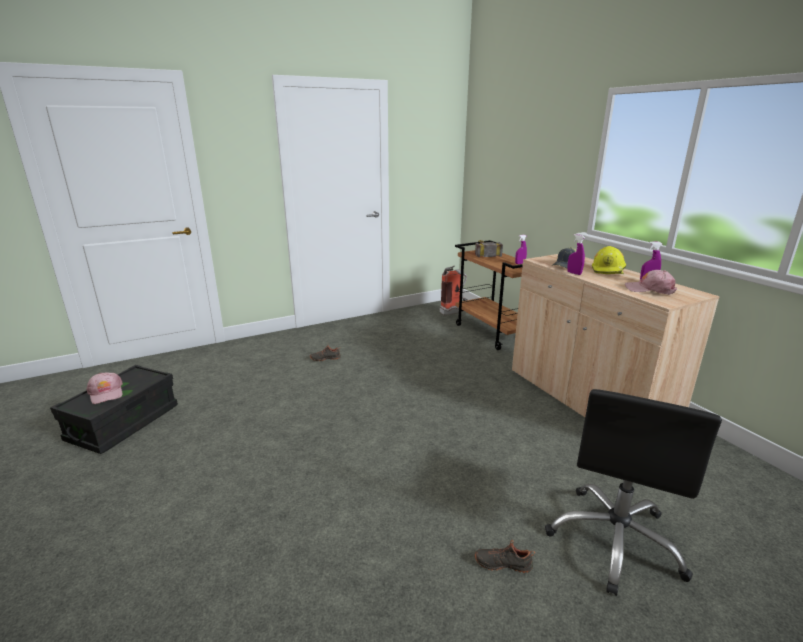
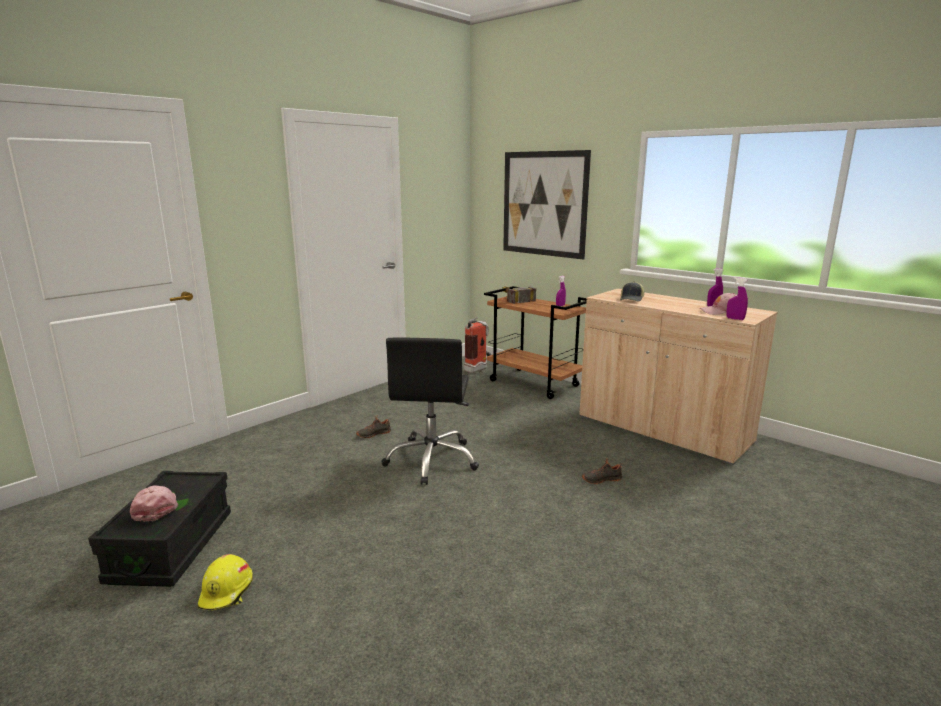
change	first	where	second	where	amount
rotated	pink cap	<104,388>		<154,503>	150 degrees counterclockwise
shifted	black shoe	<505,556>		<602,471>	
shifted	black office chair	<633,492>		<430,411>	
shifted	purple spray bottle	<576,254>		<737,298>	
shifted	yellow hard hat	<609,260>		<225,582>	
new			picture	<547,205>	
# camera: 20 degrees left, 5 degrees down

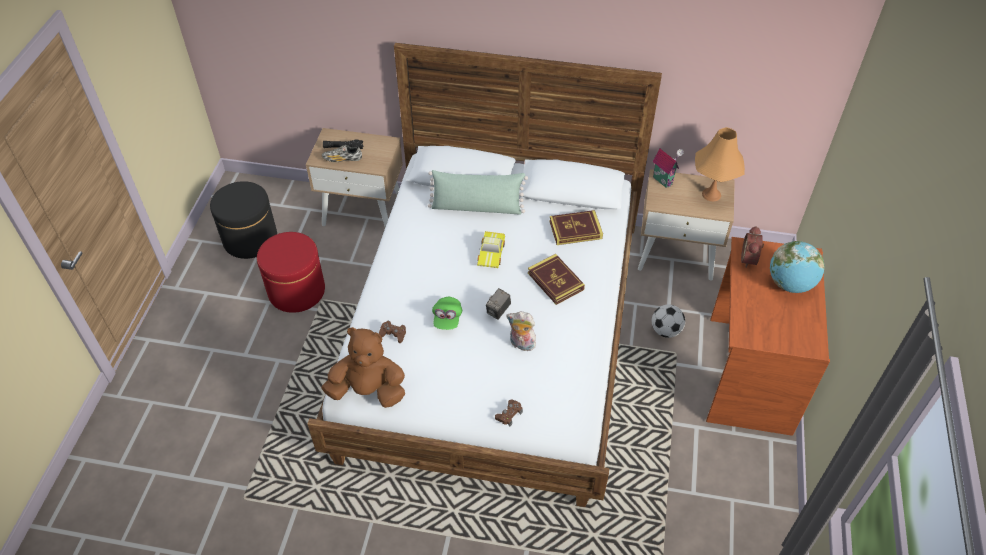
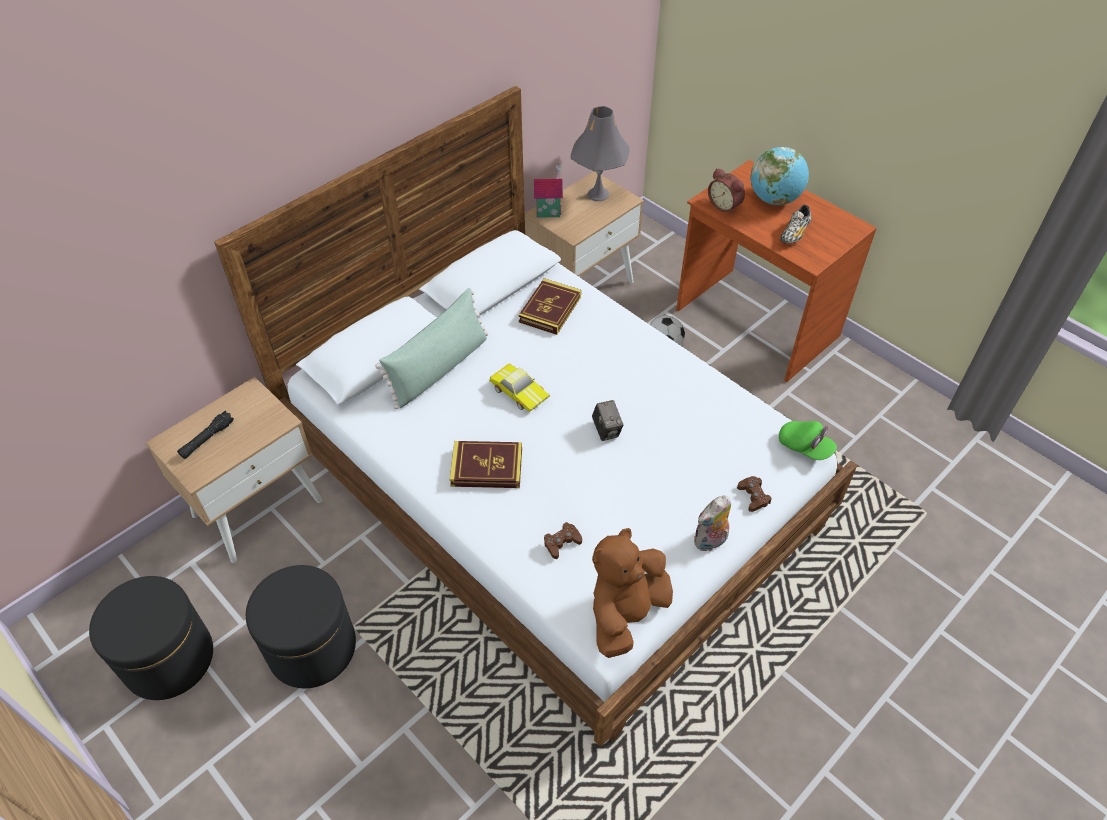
change	first	where	second	where	amount
repainted	red ottoman	<291,272>	black ottoman	<301,626>	
shifted	shoe	<342,153>		<795,224>	
shifted	green cap	<447,313>		<808,440>	
shifted	plush toy	<521,331>		<712,523>	
shifted	book	<556,279>		<486,464>	
repainted	orange table lamp	<720,164>	grey table lamp	<600,153>	
# camera: 55 degrees left, 0 degrees up

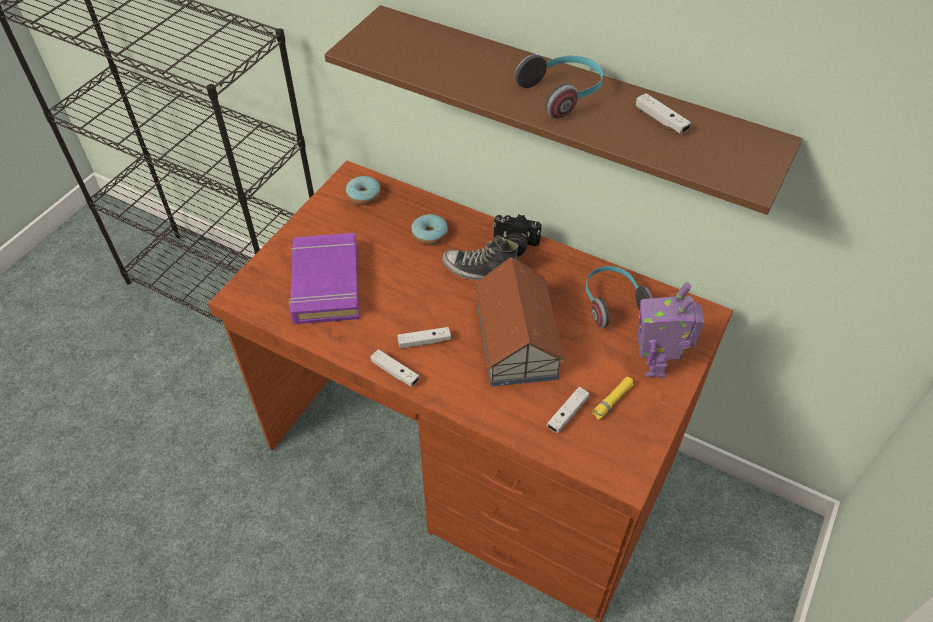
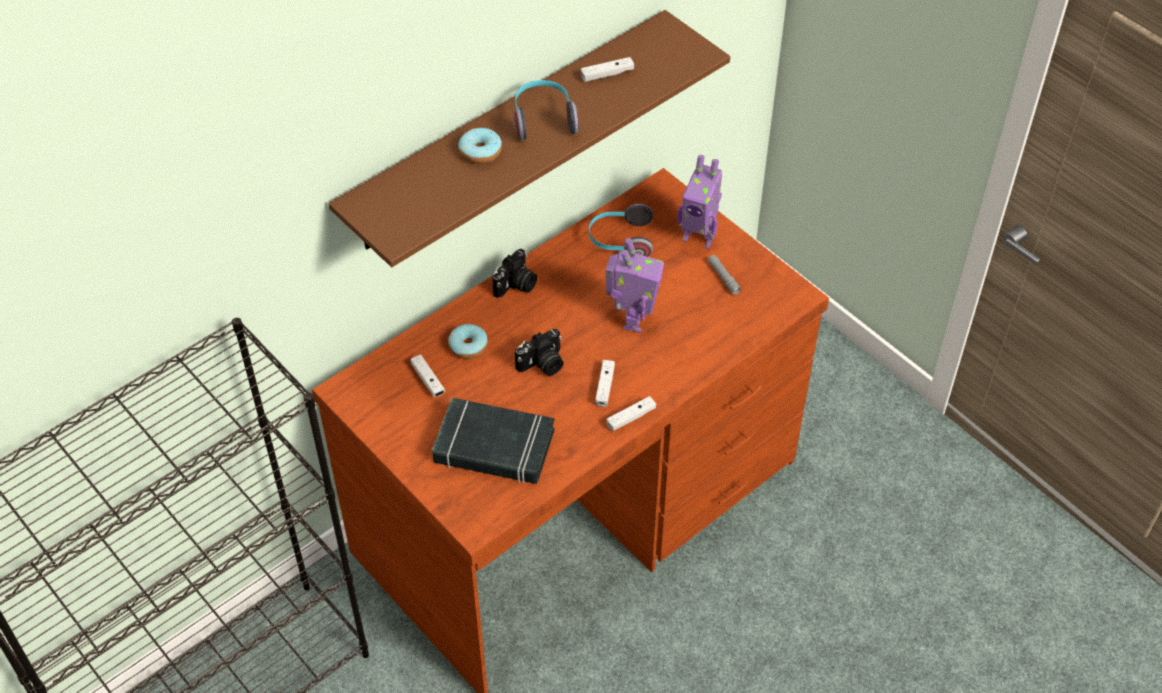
change	first	where	second	where	amount
repainted	purple book	<324,278>	black book	<493,441>	
shifted	donut	<363,190>		<480,146>	
gone	shoe	<481,257>			
swapped	toy house	<519,322>	toy robot	<635,285>	
shifted	white game controller	<568,410>		<427,375>	
repainted	yellow flashlight	<613,398>	grey flashlight	<724,274>	
new			photo camera	<539,352>	
# camera: 70 degrees left, 0 degrees up

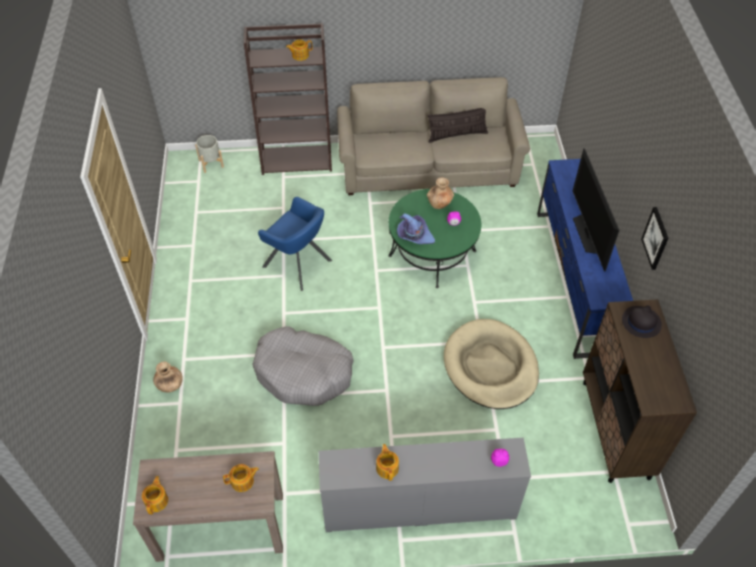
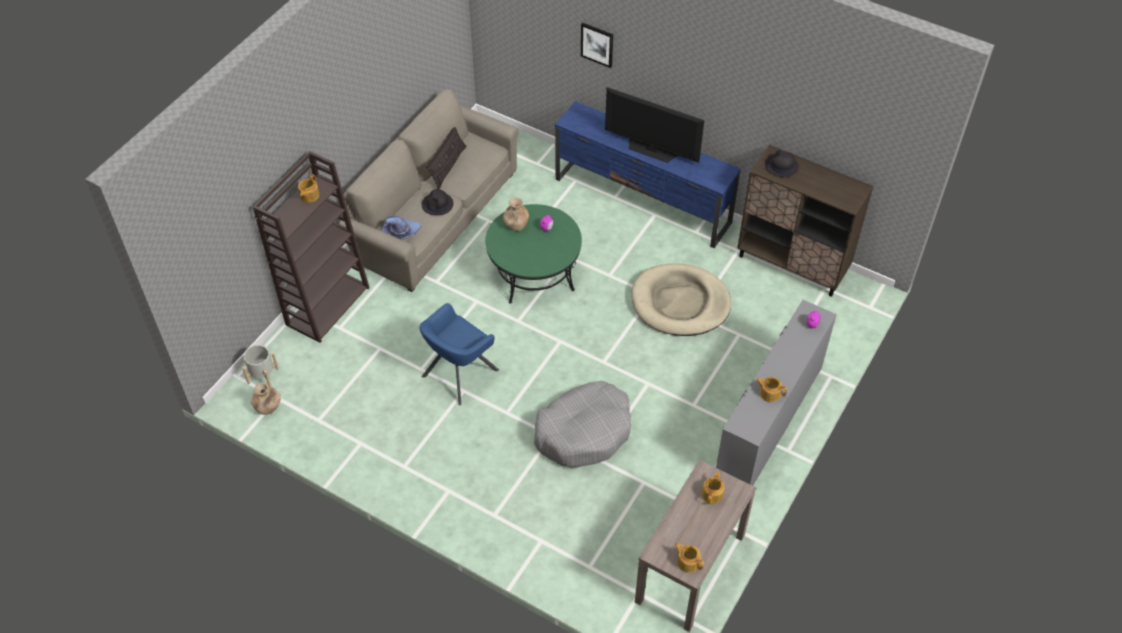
change	first	where	second	where	amount
shifted	brown vase	<168,377>		<266,398>	
rotated	blue armchair	<295,244>		<459,354>	150 degrees clockwise
shifted	purple hat	<416,228>		<401,227>	
shifted	picture	<654,238>		<597,45>	
new			black hat	<438,202>	
# camera: 55 degrees left, 0 degrees up

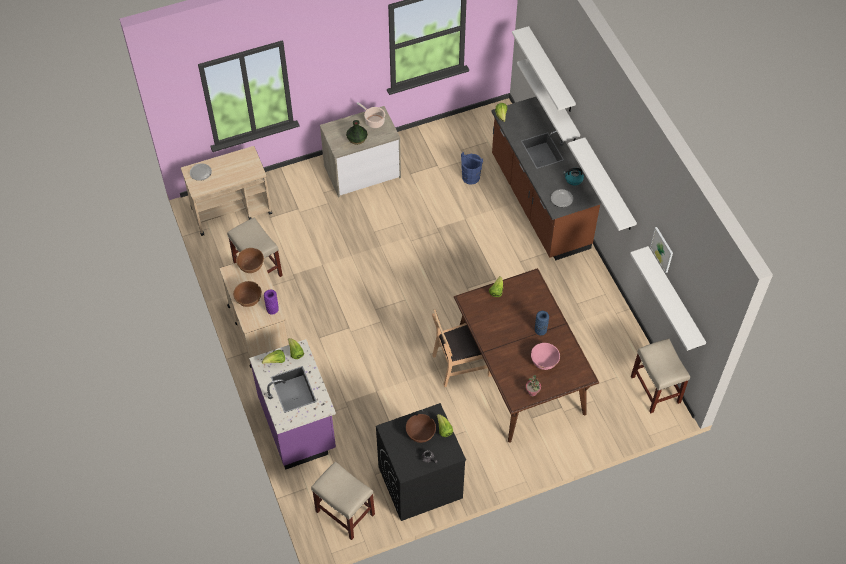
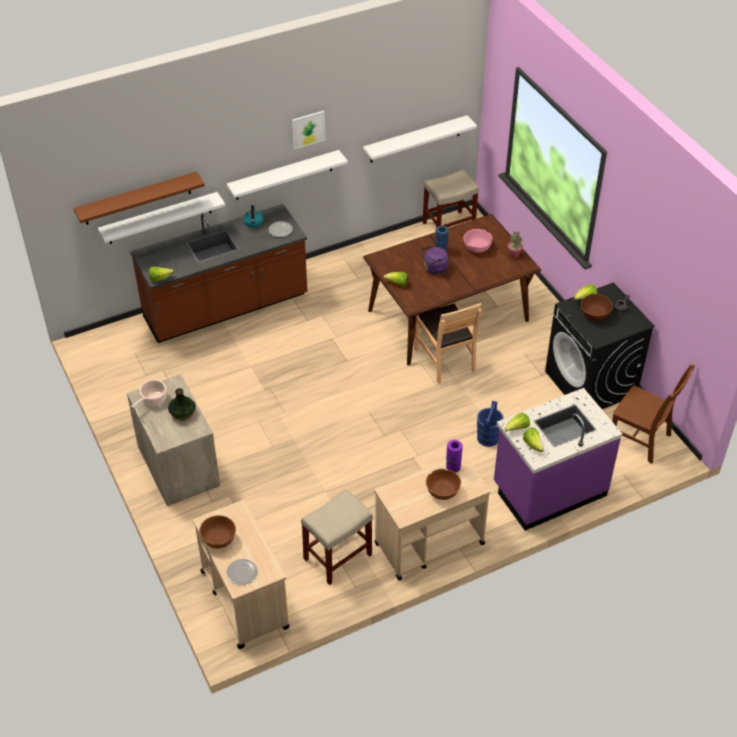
change	first	where	second	where	amount
shifted	brown bowl	<250,260>		<217,532>	
swapped	beige stool	<343,500>	brown chair	<653,414>	
shifted	blue bucket	<472,168>		<490,423>	
repainted	white shelf	<544,69>	brown shelf	<139,198>	
shifted	picture	<661,250>		<309,130>	
new			purple kettle	<434,260>	
# camera: 95 degrees left, 10 degrees down

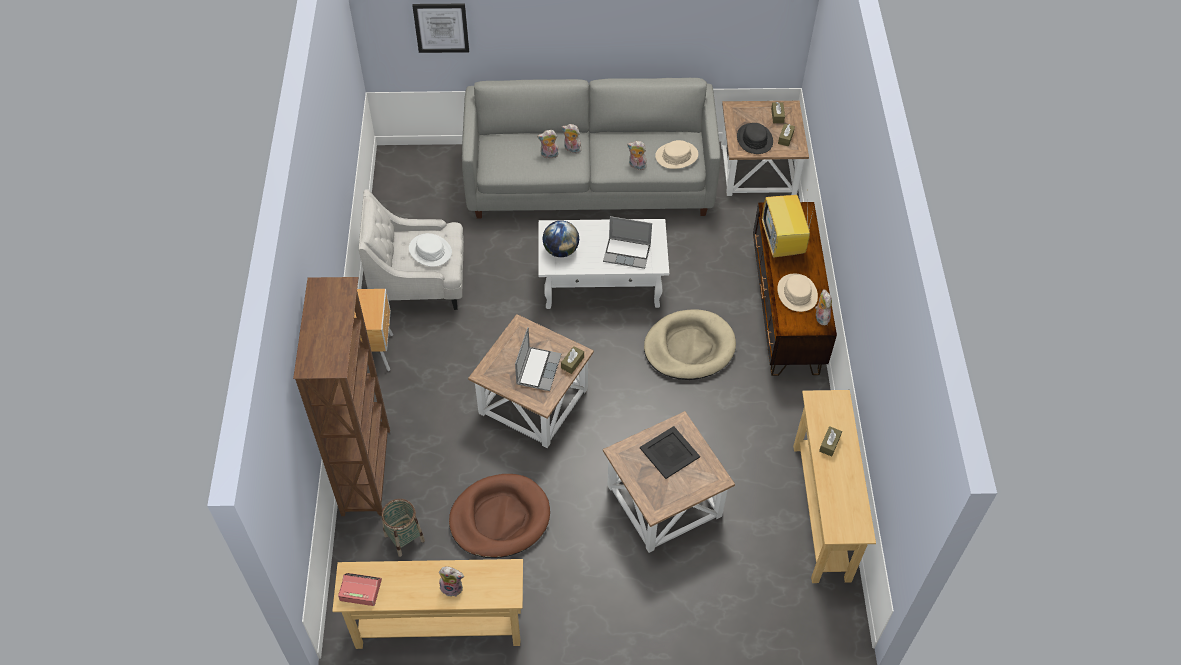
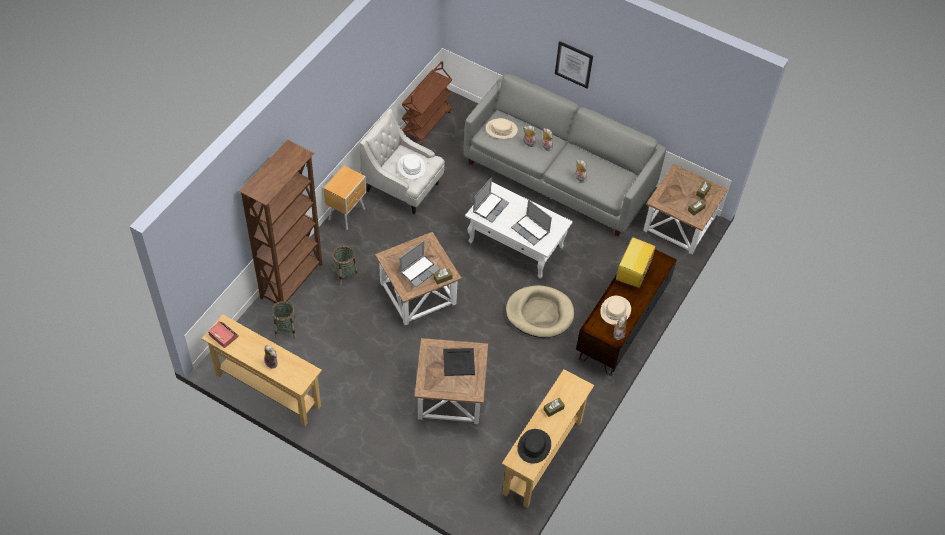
change	first	where	second	where	amount
shifted	picture	<440,28>		<574,64>	
gone	brown dog bed	<499,516>			
swapped	globe	<561,238>	laptop	<491,200>	
shifted	beige hat	<676,154>		<502,128>	
shifted	black hat	<755,138>		<534,446>	
new			basket	<345,265>	
new			brown cart	<426,103>	
# camera: 30 degrees right, 0 degrees up

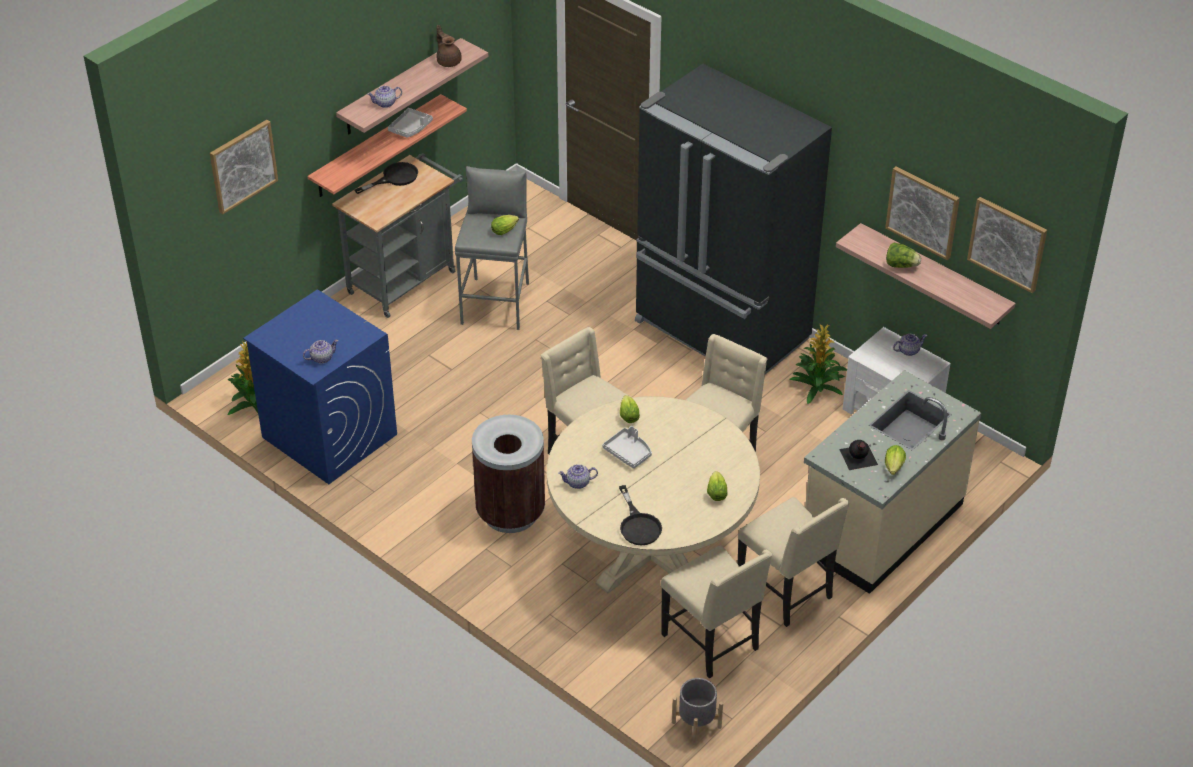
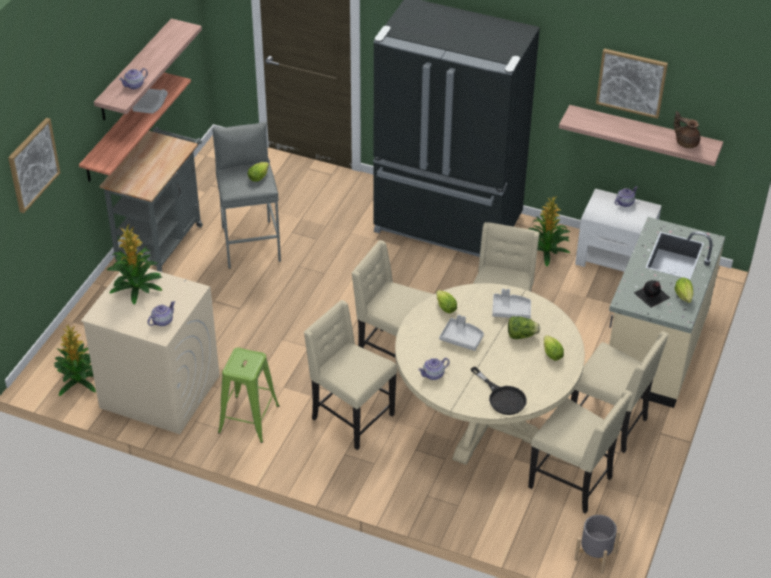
change	first	where	second	where	amount
repainted	blue washing machine	<320,386>	beige washing machine	<150,350>	
gone	black frying pan	<386,178>			
shifted	brown teapot	<449,46>		<687,129>	
swapped	brown trash can	<508,474>	beige chair	<350,375>	
shifted	lettuce	<903,255>		<524,328>	
gone	picture	<1007,245>			
new			potted plant	<134,263>	
new			green stool	<249,395>	
new			grey tray	<511,304>	
# camera: 20 degrees left, 0 degrees up

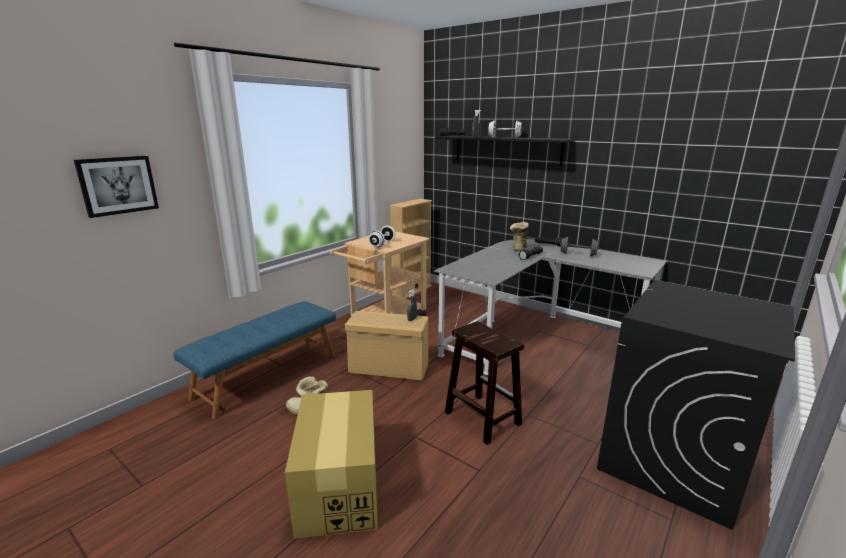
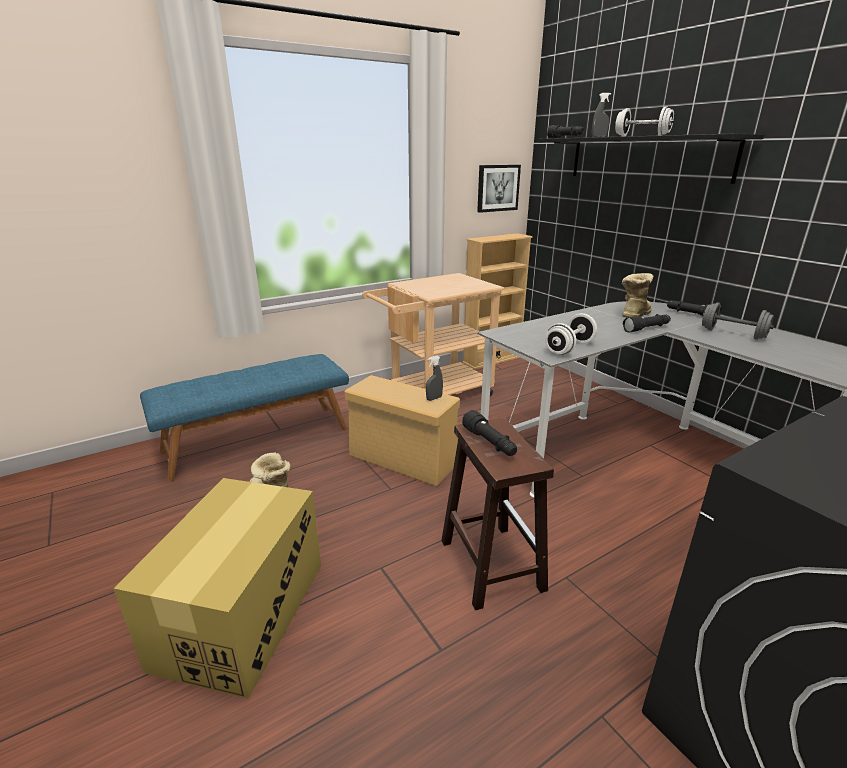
change	first	where	second	where	amount
shifted	picture	<116,187>		<499,189>	
shifted	white dumbbell	<381,236>		<571,334>	
new			black flashlight	<489,433>	
# camera: 20 degrees right, 5 degrees up

